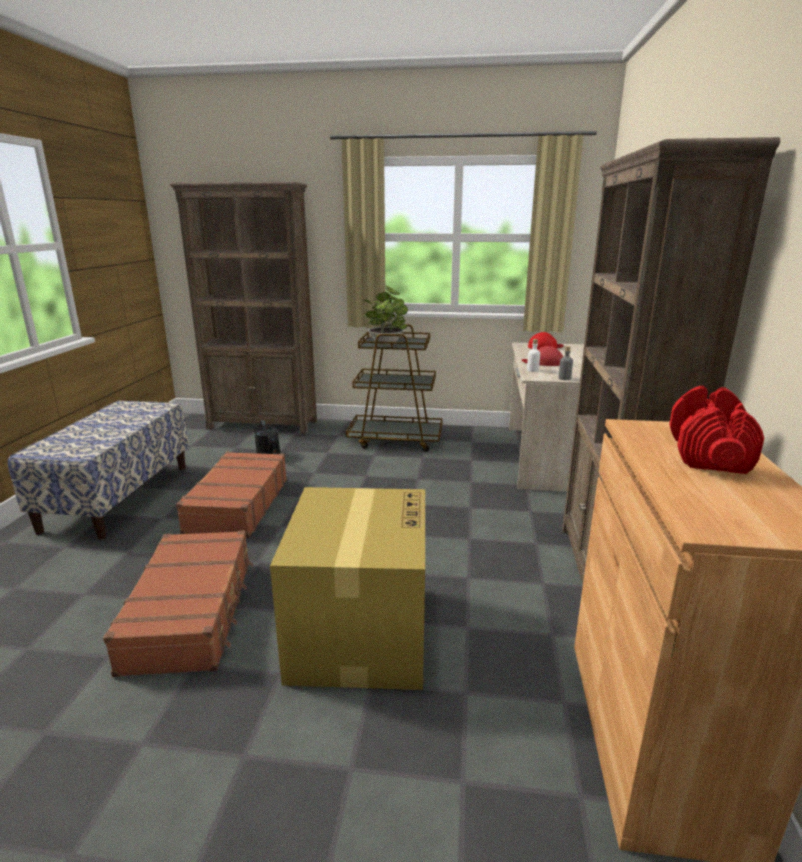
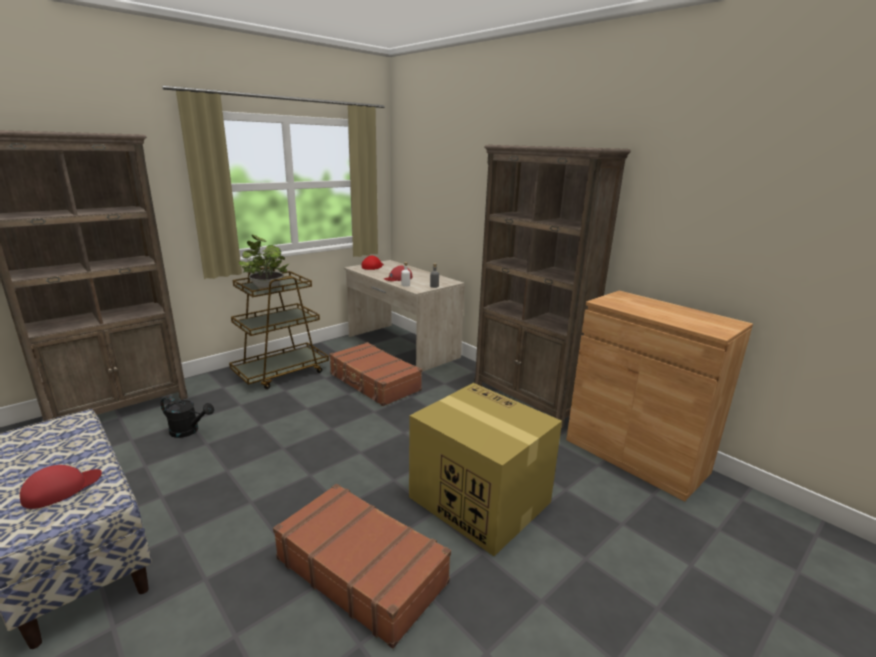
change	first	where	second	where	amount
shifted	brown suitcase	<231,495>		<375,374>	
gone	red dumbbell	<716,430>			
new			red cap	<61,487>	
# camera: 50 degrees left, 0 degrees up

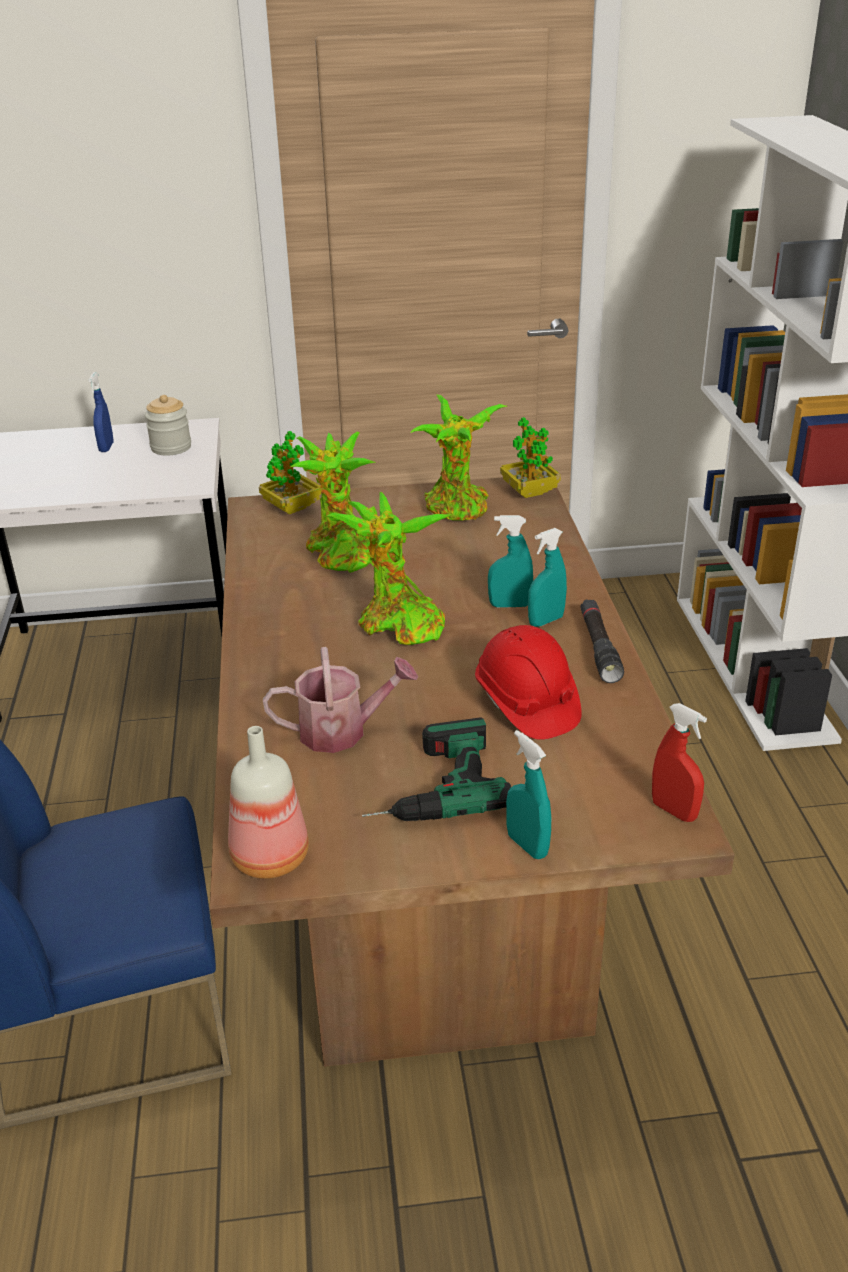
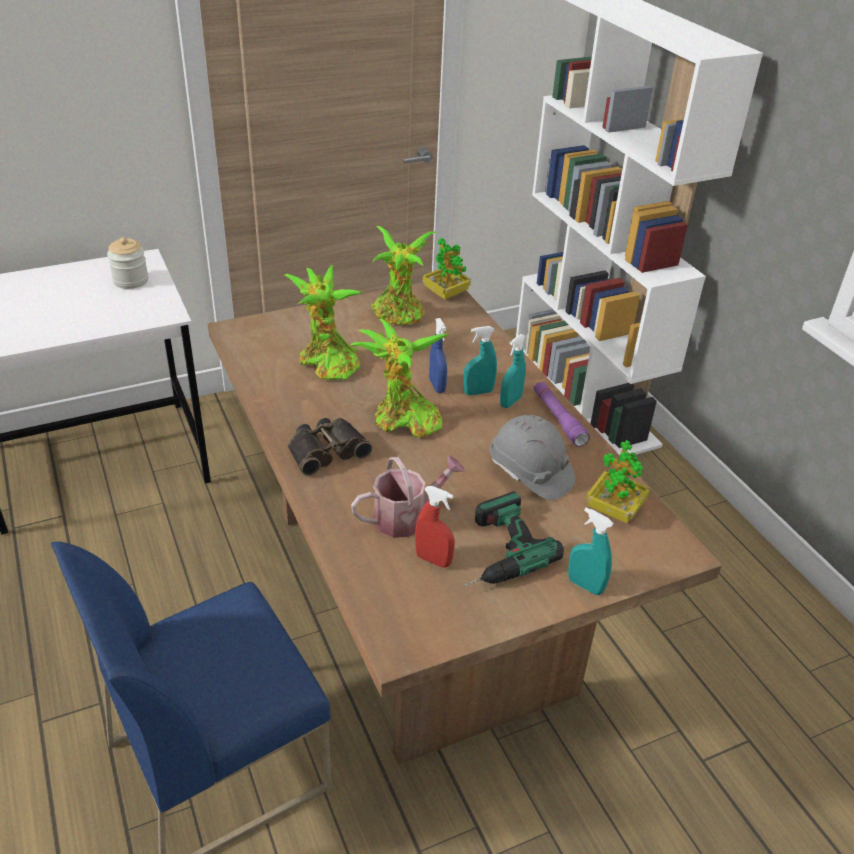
change	first	where	second	where	amount
shifted	blue spray bottle	<101,412>		<438,355>	
gone	bottle	<268,802>			
shifted	potted plant	<290,472>		<618,481>	
repainted	red hard hat	<528,682>	grey hard hat	<532,457>	
repainted	black flashlight	<602,641>	purple flashlight	<562,414>	
shifted	red spray bottle	<679,762>		<435,527>	
new			binoculars	<330,447>	
# camera: 20 degrees left, 5 degrees up

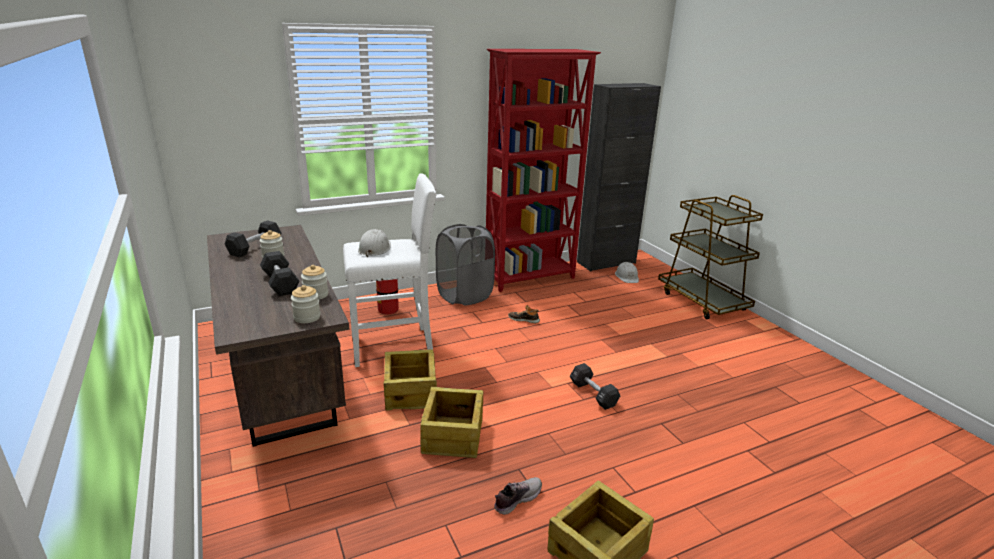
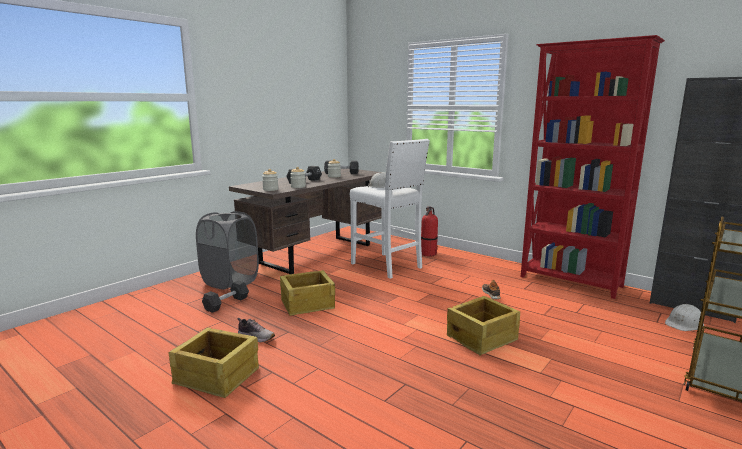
change	first	where	second	where	amount
shifted	crate	<410,379>		<483,326>	
shifted	grey laundry basket	<465,265>		<227,250>	
shifted	black dumbbell	<595,386>		<225,296>	
# camera: 65 degrees right, 10 degrees down

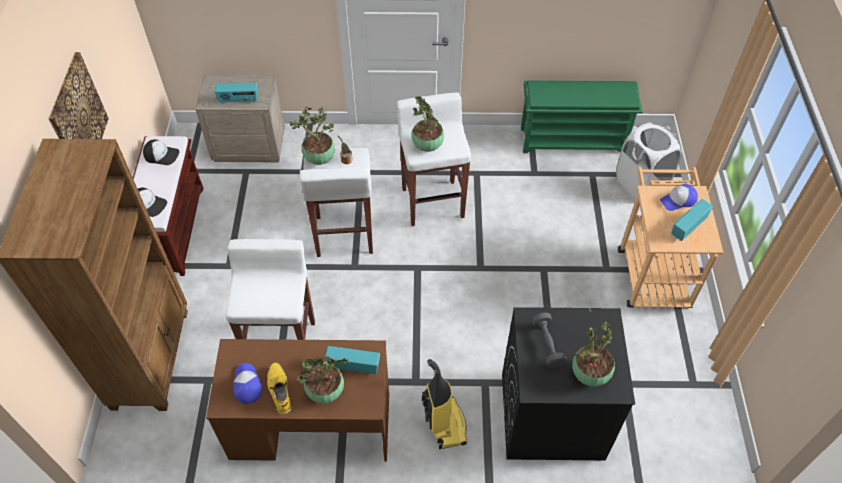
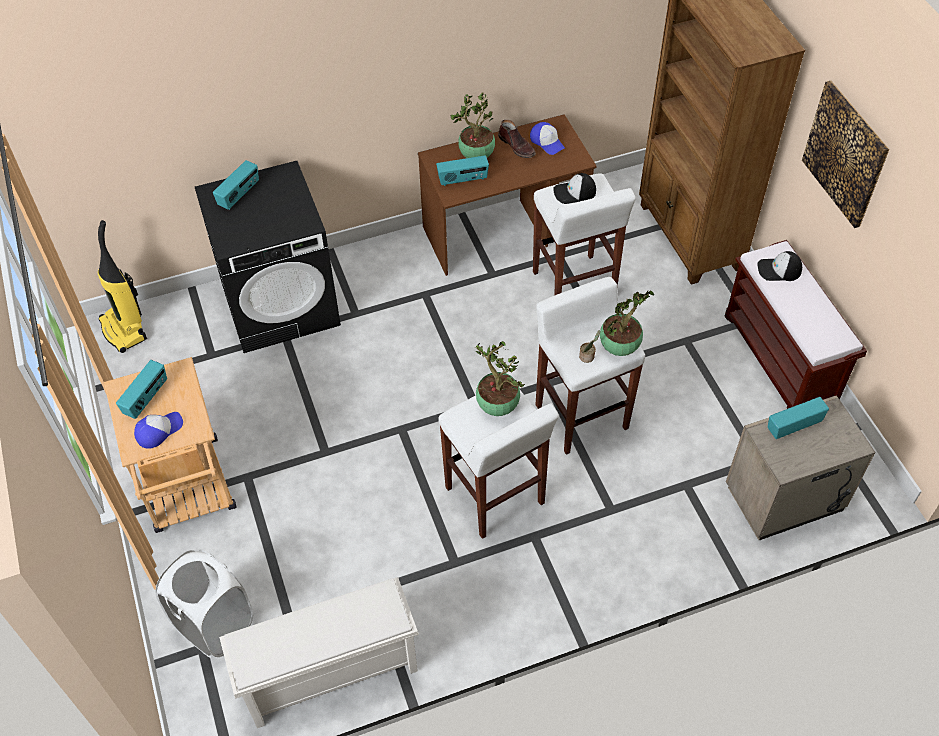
change	first	where	second	where	amount
shifted	cap	<161,152>		<574,188>	
repainted	yellow boot	<279,388>	brown boot	<517,139>	
shifted	vacuum cleaner	<445,404>		<122,286>	
repainted	green shoe rack	<582,116>	white shoe rack	<319,652>	
gone	grey dumbbell	<549,340>			
swapped	potted plant	<593,354>	radio	<236,185>	
# camera: 160 degrees right, 0 degrees up

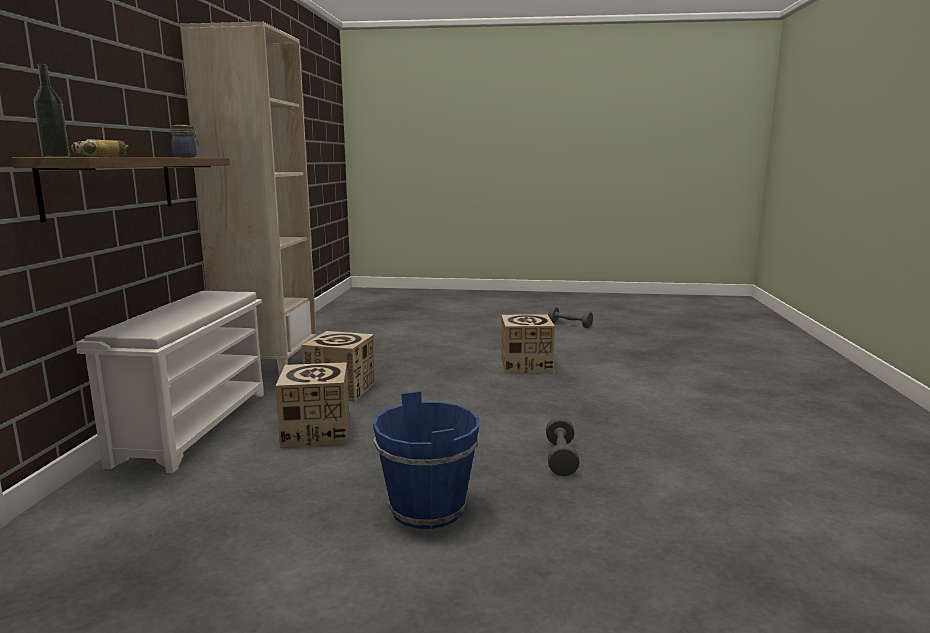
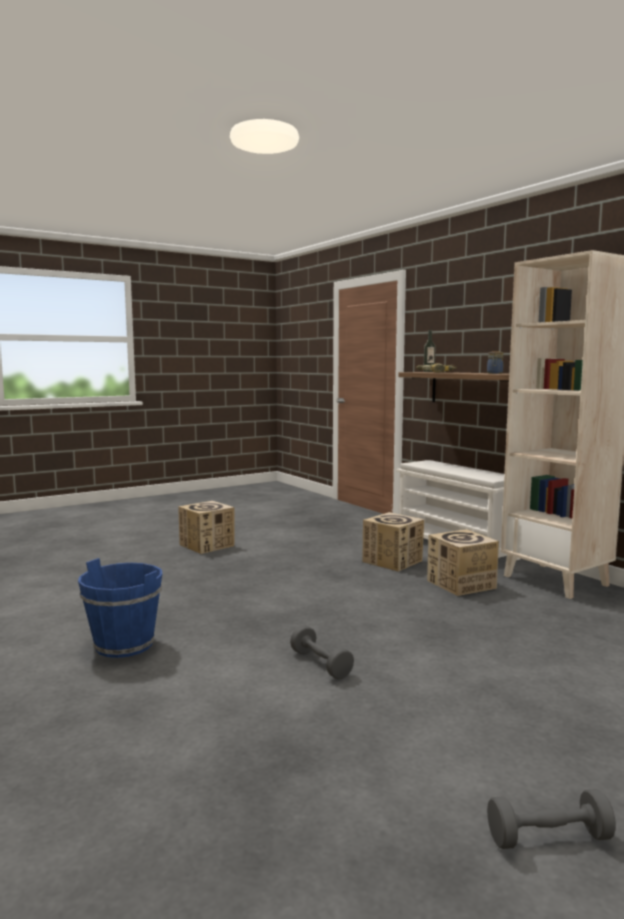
change	first	where	second	where	amount
shifted	blue bucket	<426,460>		<120,608>	
shifted	cardboard box	<528,344>		<206,527>	
shifted	grey dumbbell	<563,446>		<322,652>	
# camera: 140 degrees right, 5 degrees down

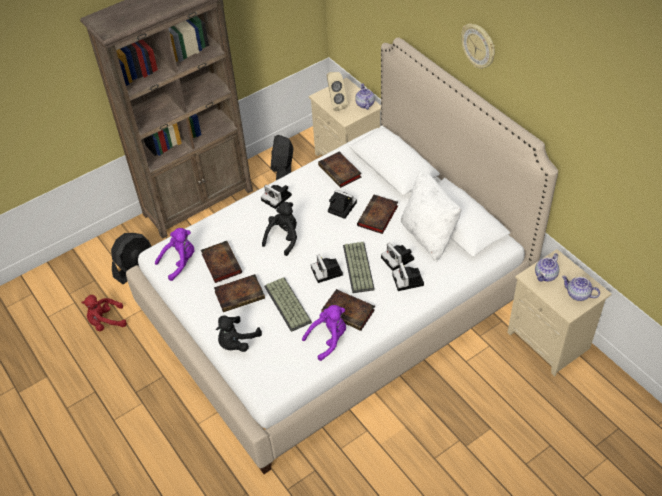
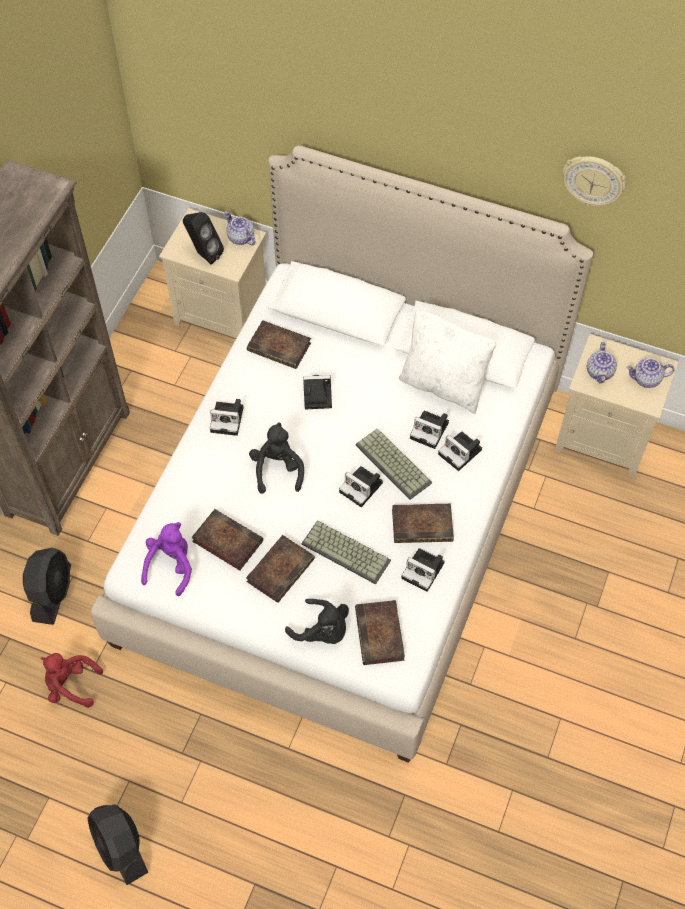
change	first	where	second	where	amount
rotated	red plush toy	<104,313>		<72,680>	60 degrees clockwise
rotated	black plush toy	<239,333>		<317,621>	60 degrees counterclockwise
shifted	black fan	<282,157>		<118,844>	
swapped	purple plush toy	<324,333>	photo camera	<423,570>	
repainted	beige speaker	<337,91>	black speaker	<203,238>	
shifted	book	<377,214>		<380,632>	
shifted	wall clock	<478,46>		<594,181>	
# camera: 35 degrees left, 10 degrees up

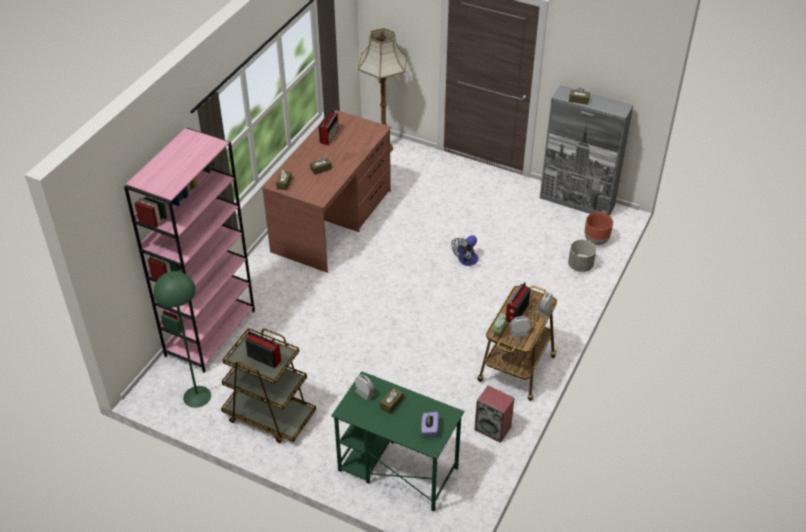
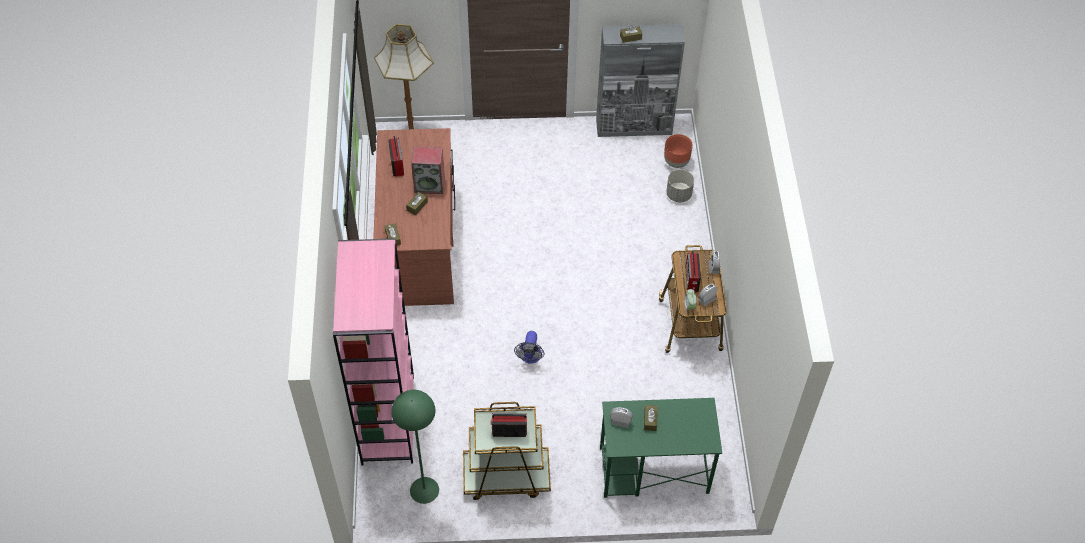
change	first	where	second	where	amount
gone	purple tissue box	<430,424>			
shifted	fan	<464,250>		<529,347>	
shifted	speaker	<494,414>		<428,170>	
# camera: 30 degrees left, 10 degrees up

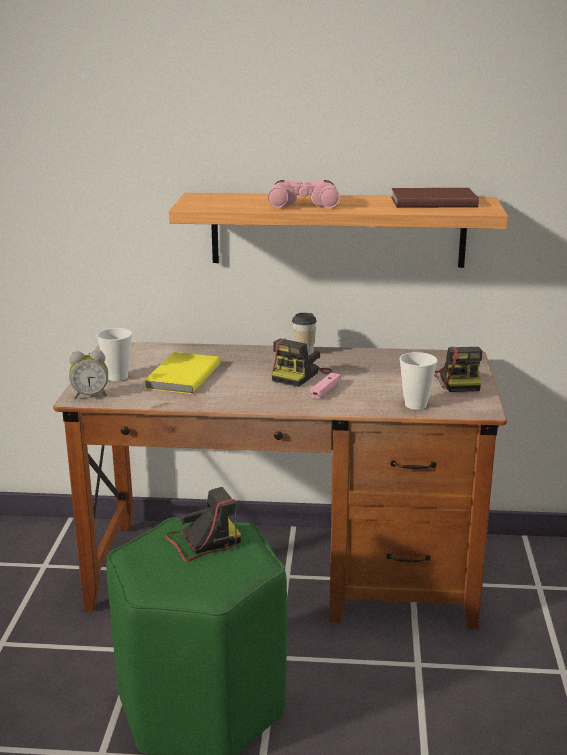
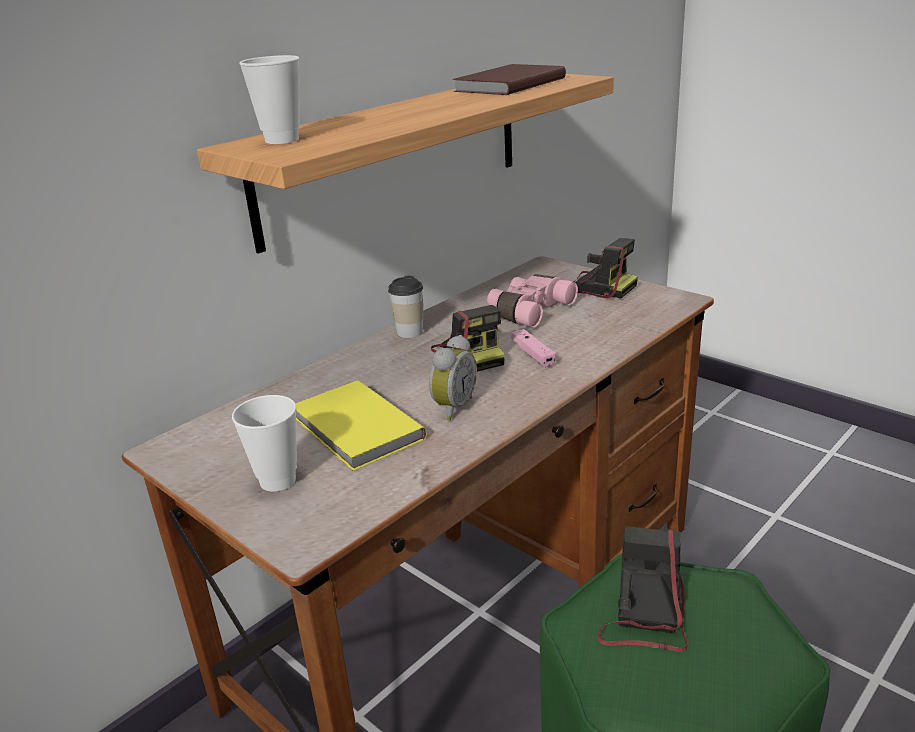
change	first	where	second	where	amount
shifted	alarm clock	<88,374>		<453,377>	
shifted	pink binoculars	<304,193>		<532,300>	
shifted	cup	<418,381>		<269,99>	
# camera: 50 degrees left, 5 degrees up

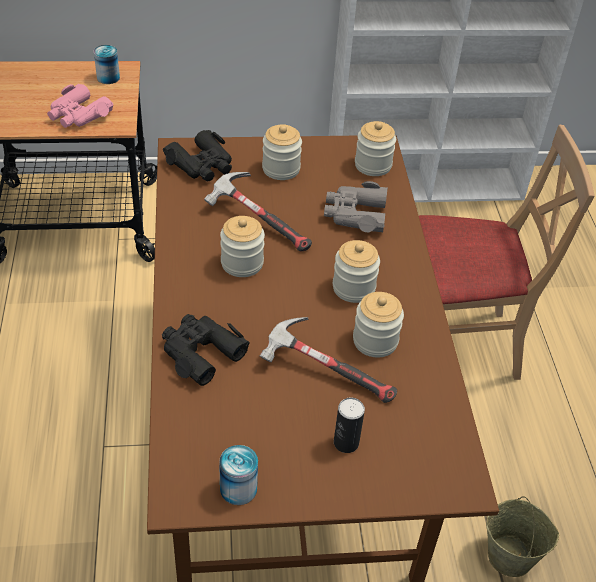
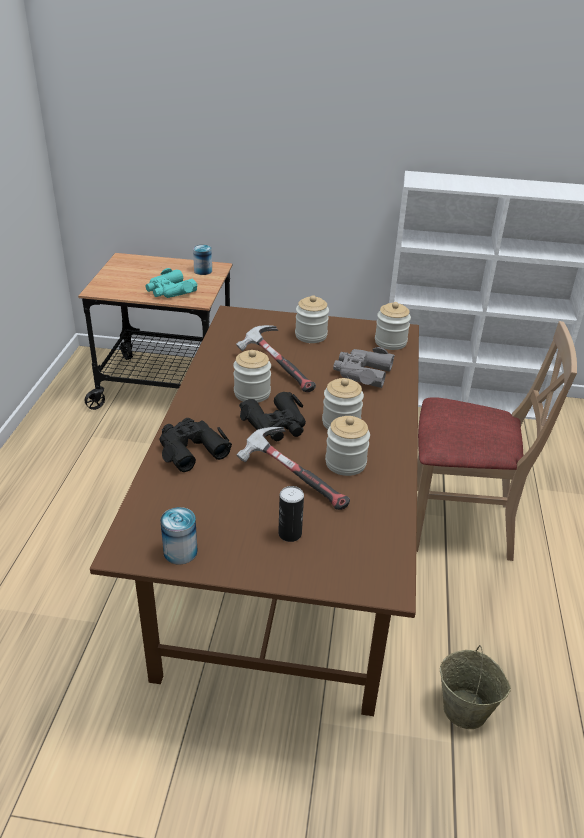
change	first	where	second	where	amount
repainted	pink binoculars	<80,106>	turquoise binoculars	<171,283>	
shifted	black binoculars	<197,155>		<272,416>	
# camera: 15 degrees right, 10 degrees down

